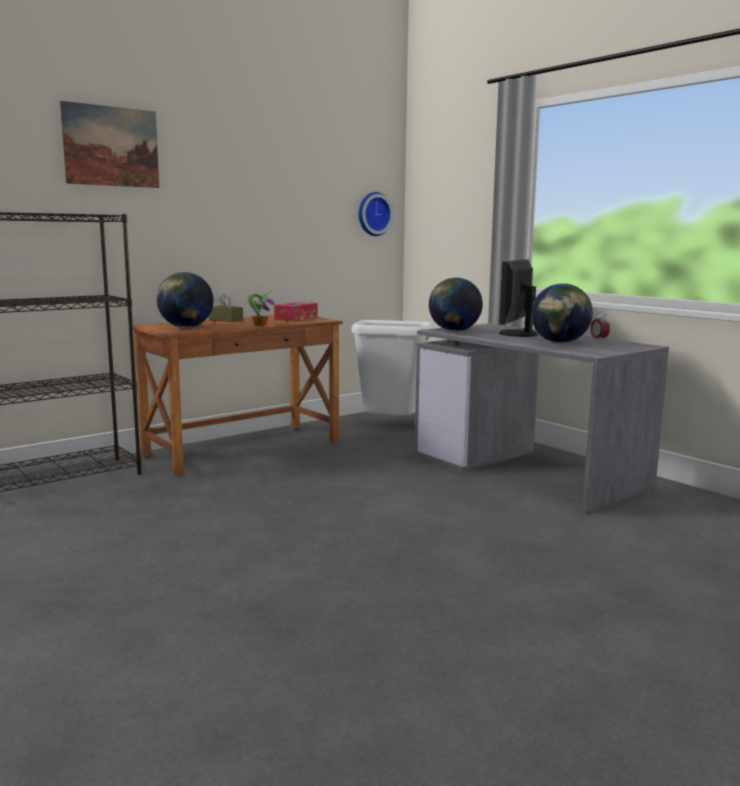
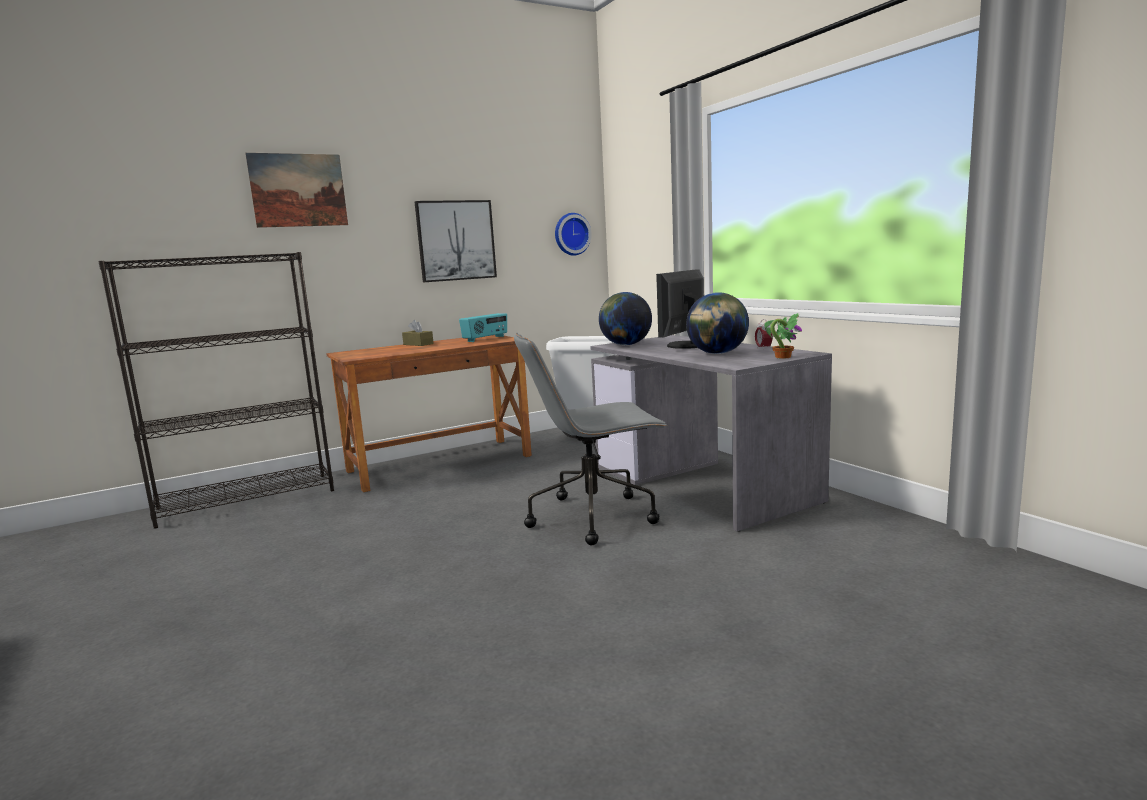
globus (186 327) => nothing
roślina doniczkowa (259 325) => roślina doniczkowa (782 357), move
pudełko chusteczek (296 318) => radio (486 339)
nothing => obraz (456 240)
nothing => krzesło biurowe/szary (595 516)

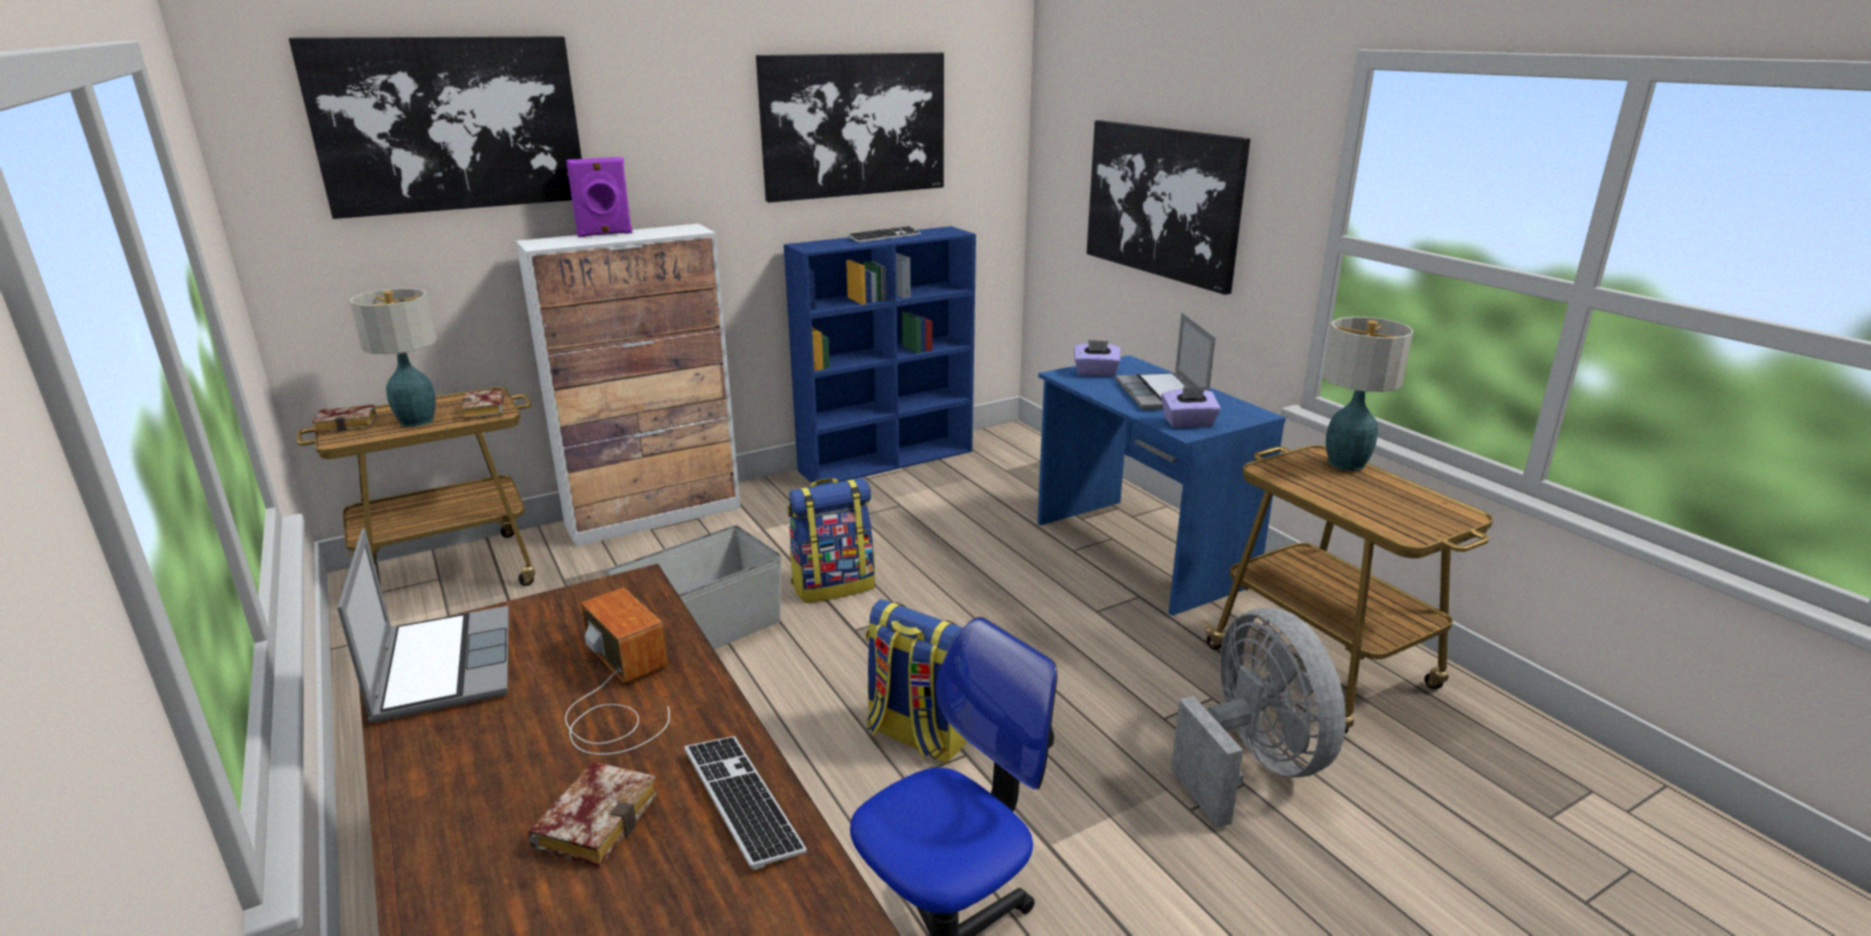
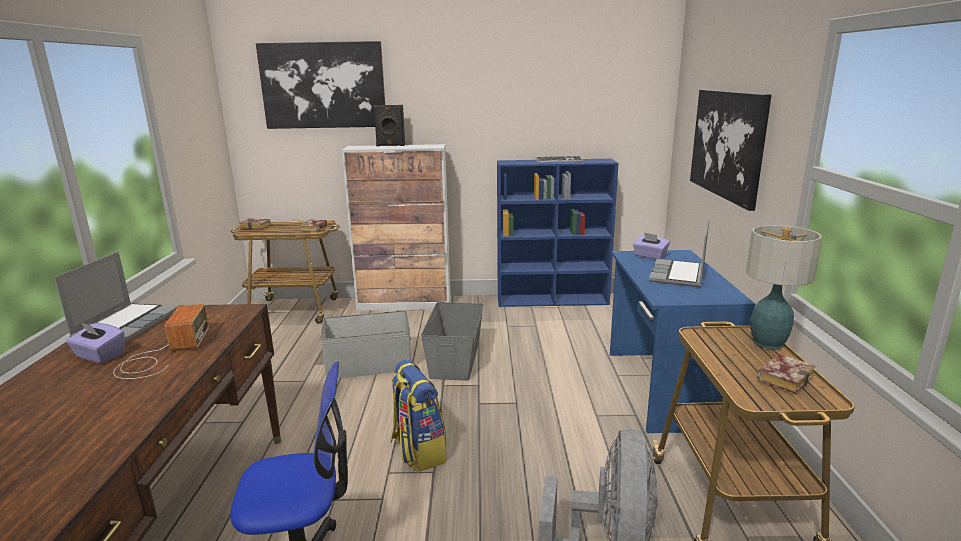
lampa stołowa (417 421) => nothing
książka (597 818) => książka (784 377), move
głośnik/fioletowy (605 234) => głośnik/czarny (390 145)
klawiatura (742 801) => nothing
obraz (854 125) => nothing
plecak (833 585) => pojemnik do przechowywania/szary (456 359)
pudełko chusteczek/fioletowy (1188 423) => pudełko chusteczek/fioletowy (99 356), move

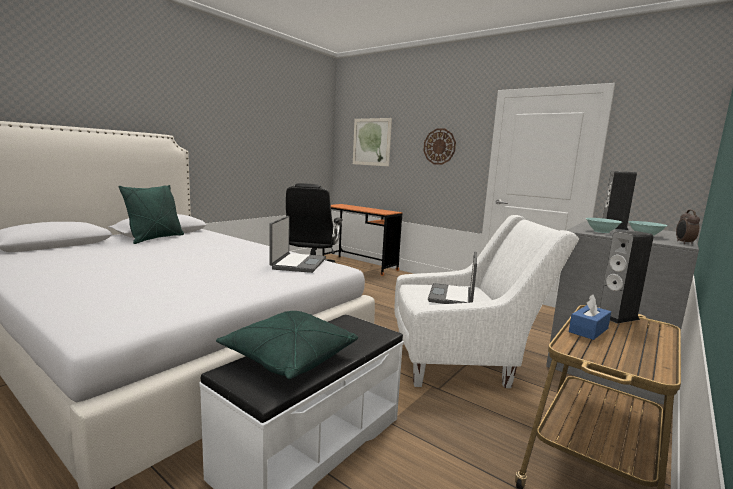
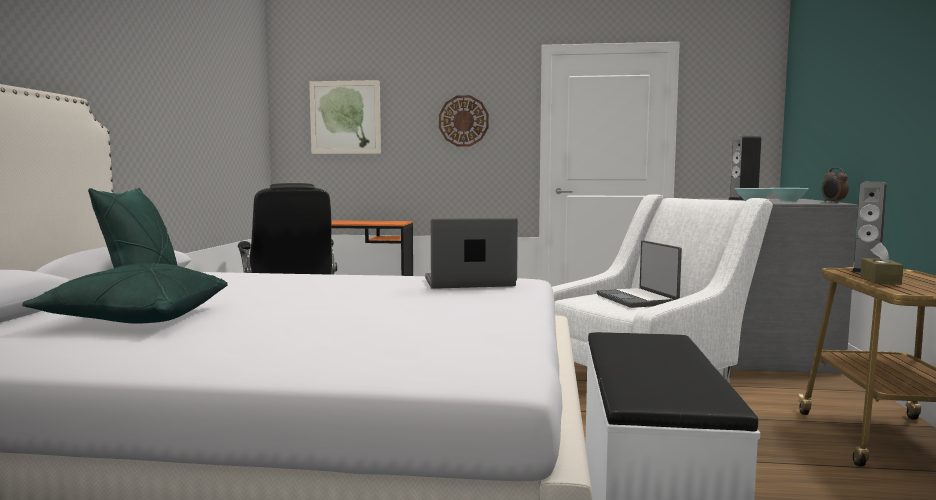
poduszka/zielony (288 358) => poduszka/zielony (136 319), move
laptop (298 264) => laptop (469 283), 75 degrees counterclockwise
pudełko chusteczek/niebieski (588 330) => pudełko chusteczek/brązowy (880 280)

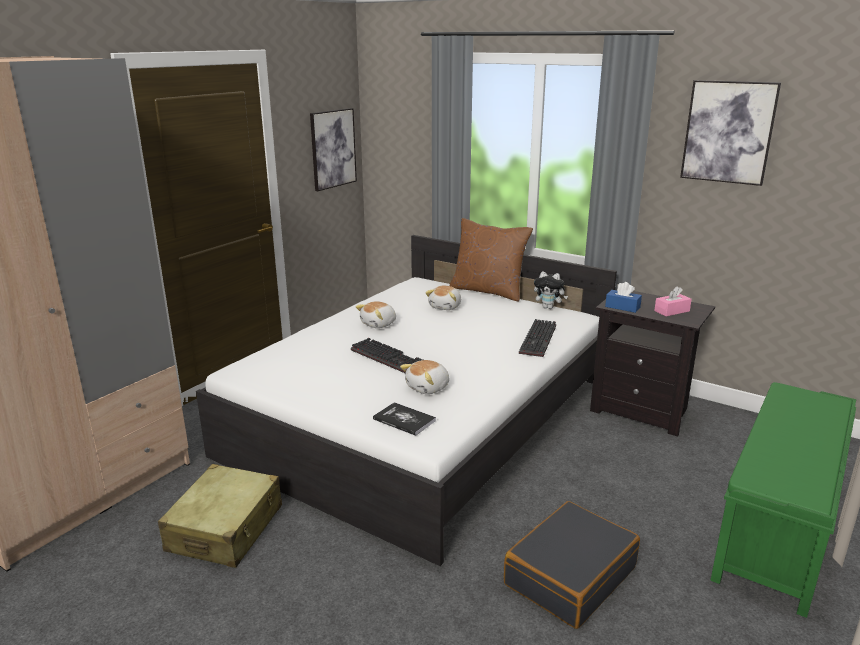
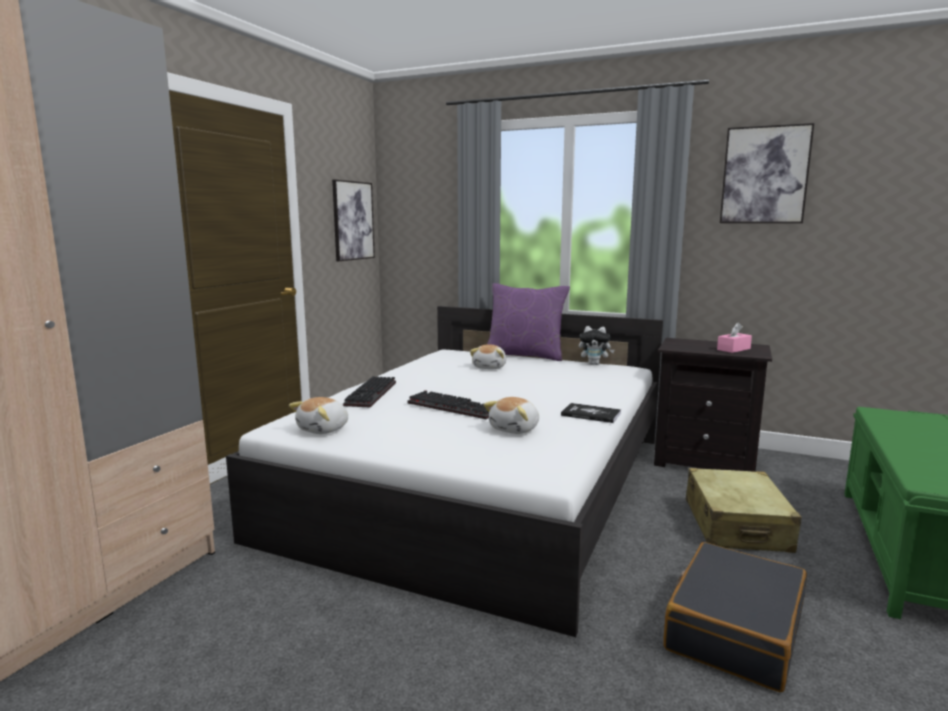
walizka/beżowy (226 529) => walizka/beżowy (736 526), move
pluszak (379 324) => pluszak (324 429), move
książka (404 420) => książka (591 414), move
poduszka/brązowy (488 291) => poduszka/fioletowy (525 355)
klawiatura (539 340) => klawiatura (372 394), move
pudełko chusteczek/niebieski (622 307) => nothing

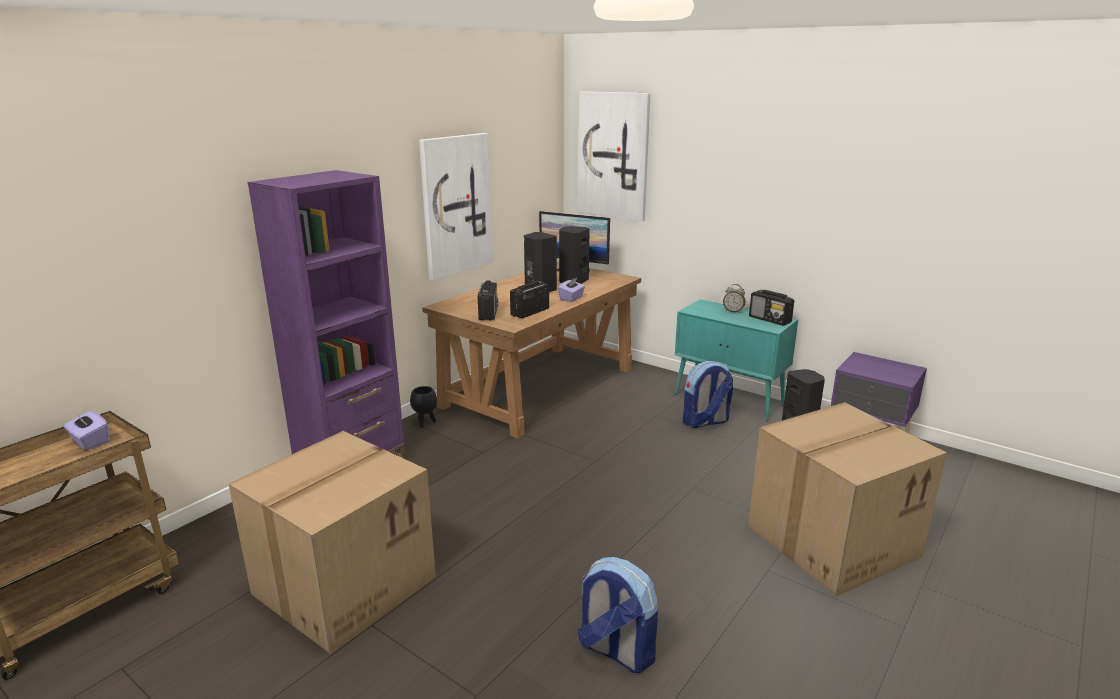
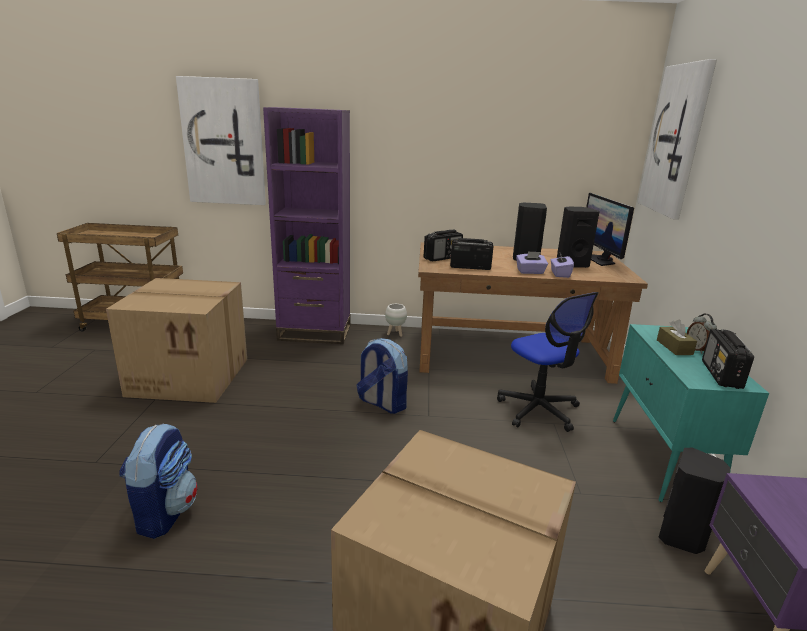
pudełko chusteczek/fioletowy (90 442) => pudełko chusteczek/fioletowy (559 274), move
donica/czarny (425 423) => donica/biały (395 334)
obraz (456 205) => obraz (223 142), move
plecak (705 422) => plecak (382 403), move
nothing => krzesło biurowe (538 410)
nothing => pudełko chusteczek/brązowy (674 347)

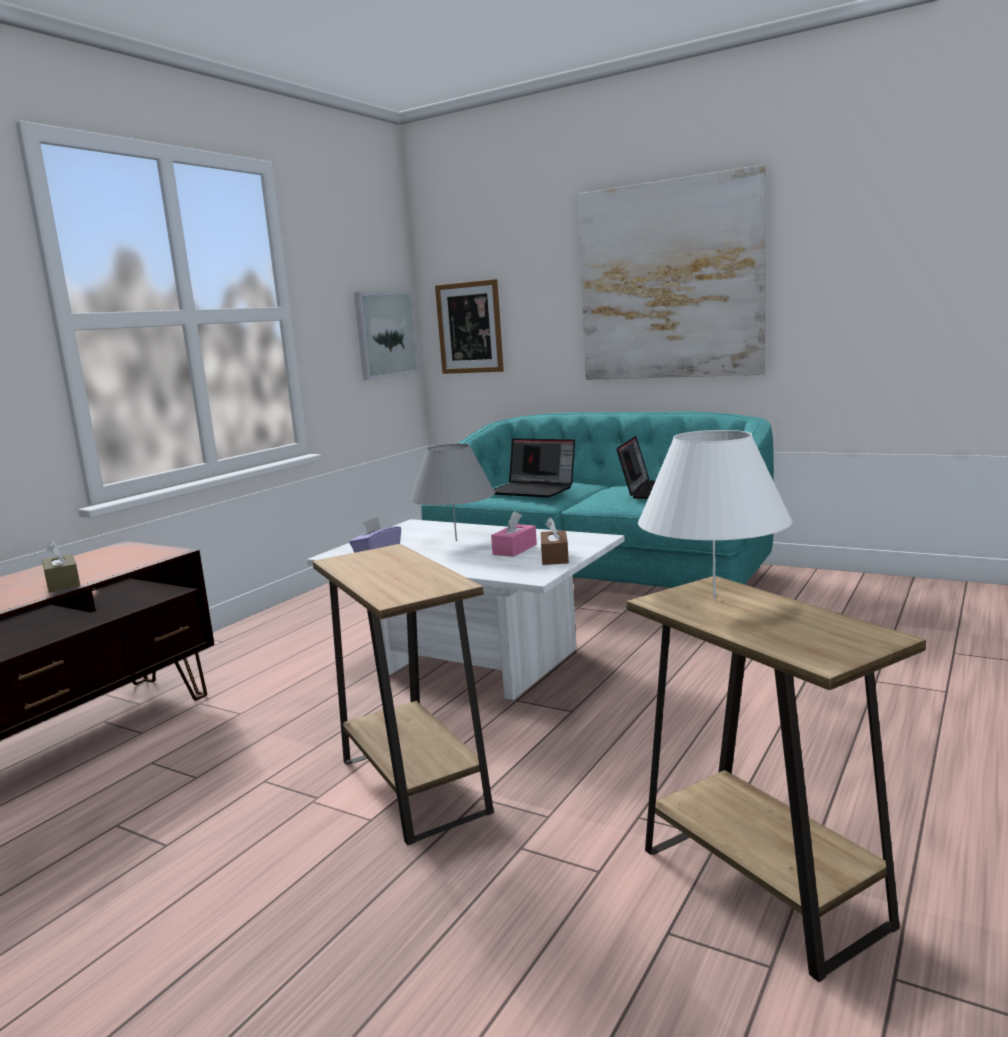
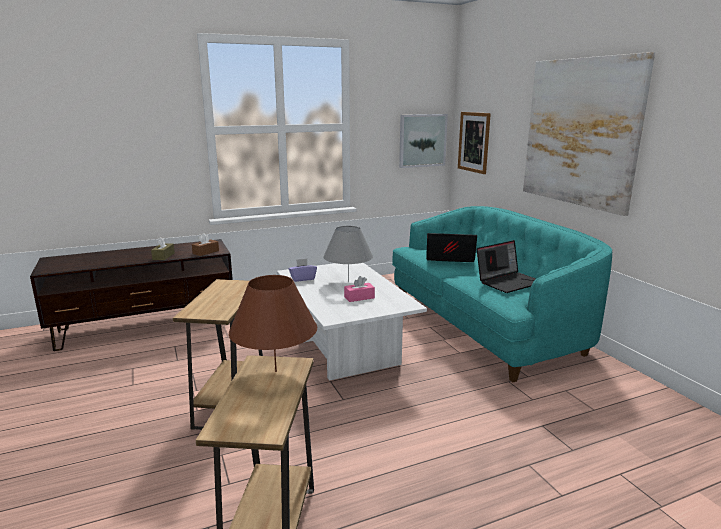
laptop (533 490) => laptop (449 258), 120 degrees clockwise
pudełko chusteczek/brązowy (554 557) => pudełko chusteczek/brązowy (206 252), move
lampa stołowa/biały (714 598) => lampa stołowa/brązowy (275 371)

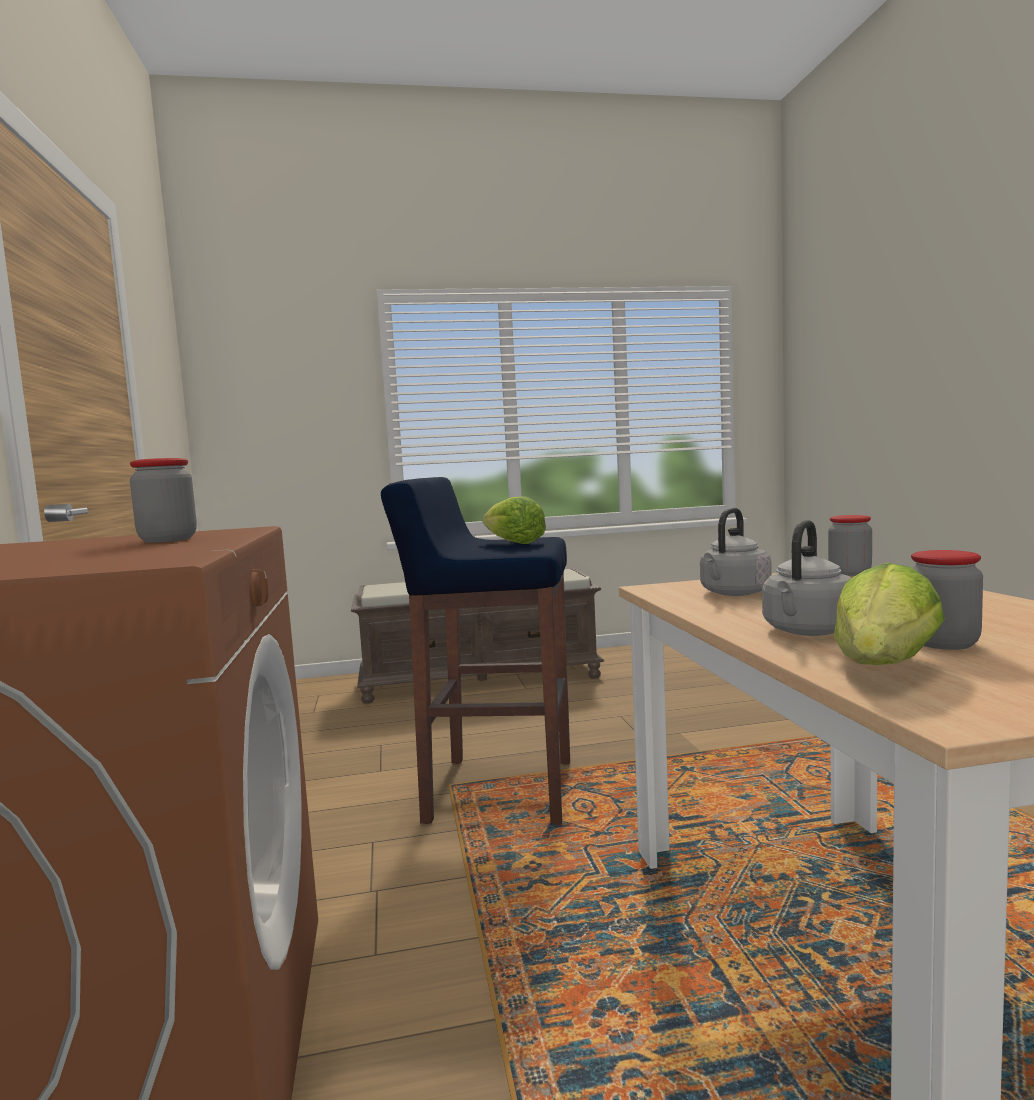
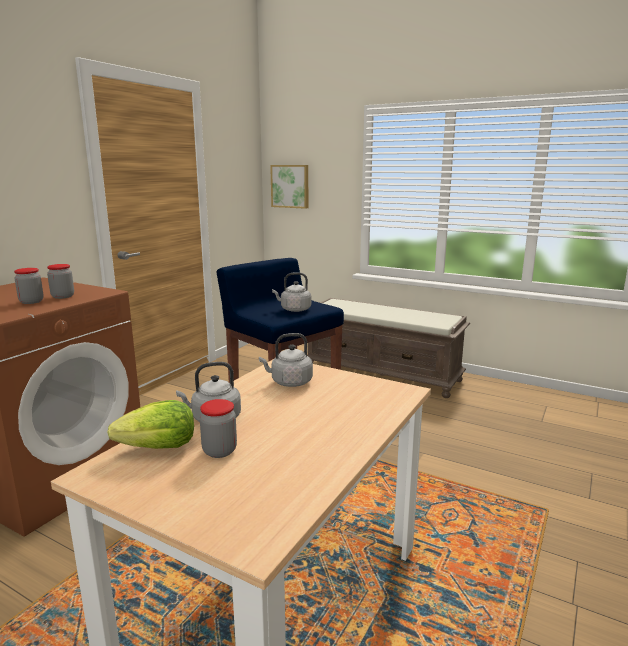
sałata (514 543) => czajnik/szary (294 309)
słoik (849 573) => słoik (31 301), move
nothing => obraz (290 186)

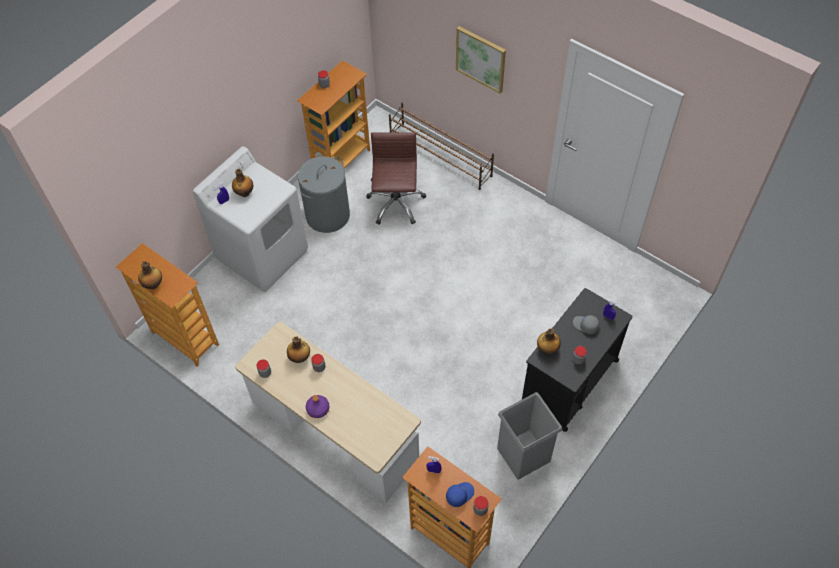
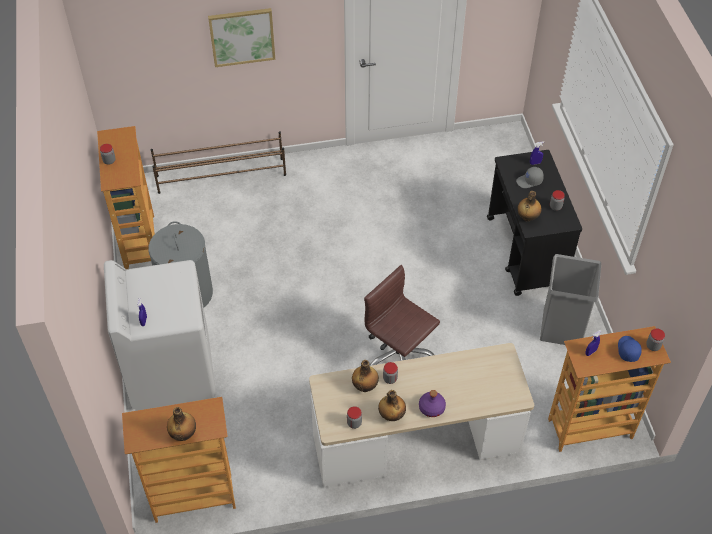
butelka (244 192) => butelka (391 415), move
krzesło biurowe/brązowy (395 204) => krzesło biurowe/brązowy (398 358), move

